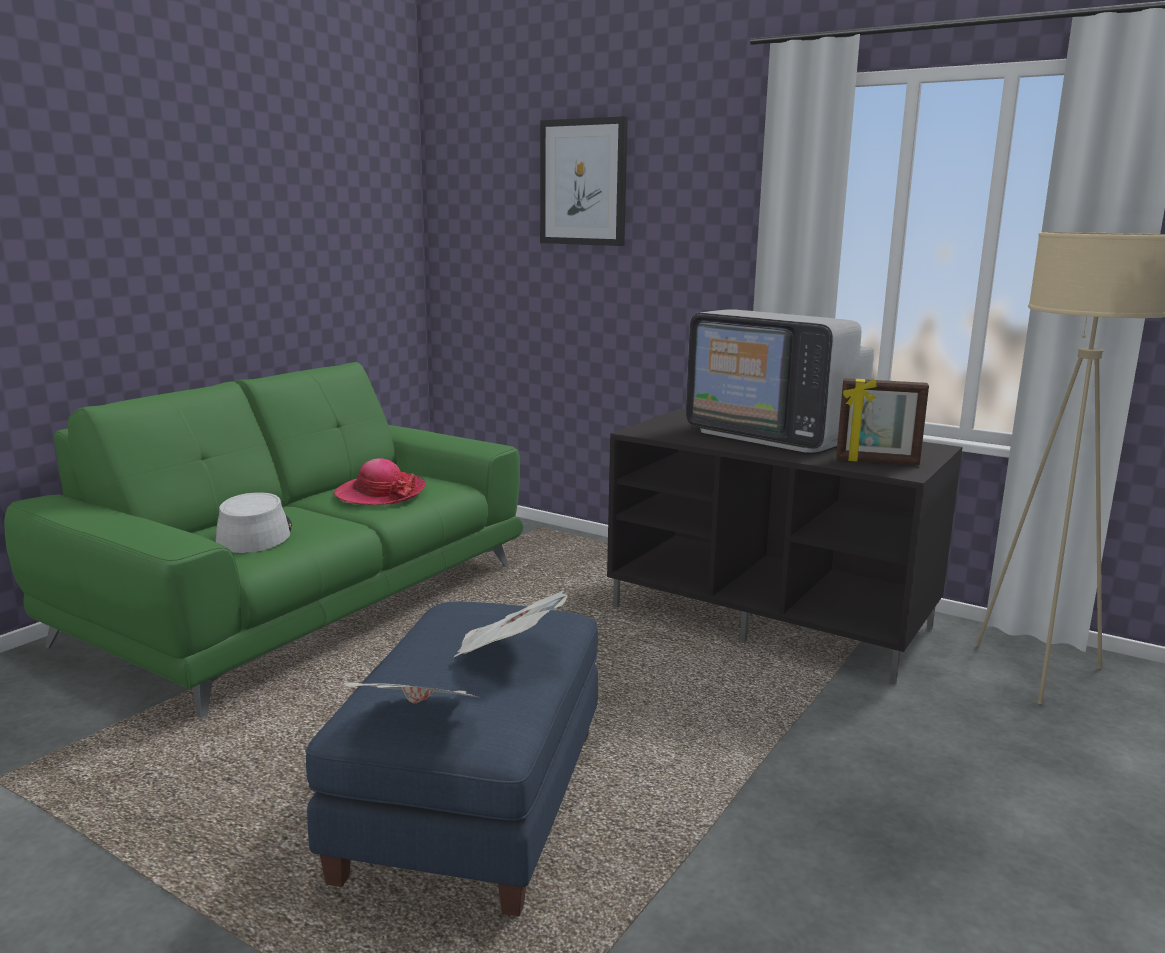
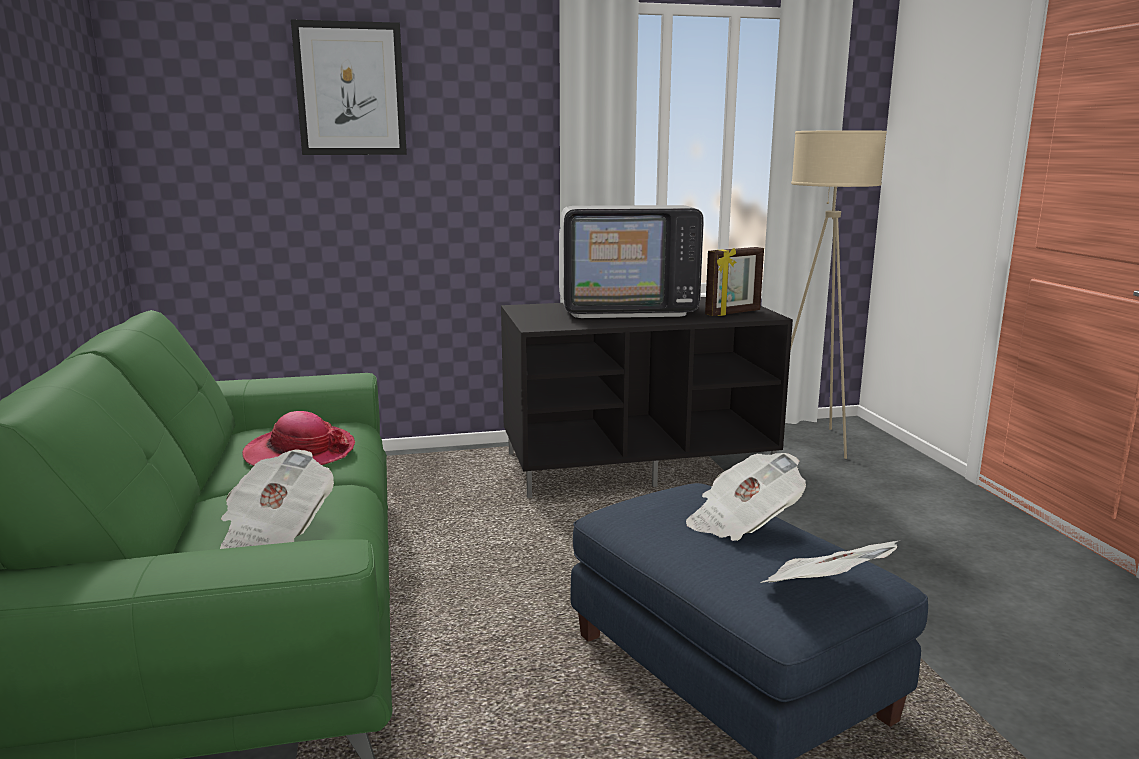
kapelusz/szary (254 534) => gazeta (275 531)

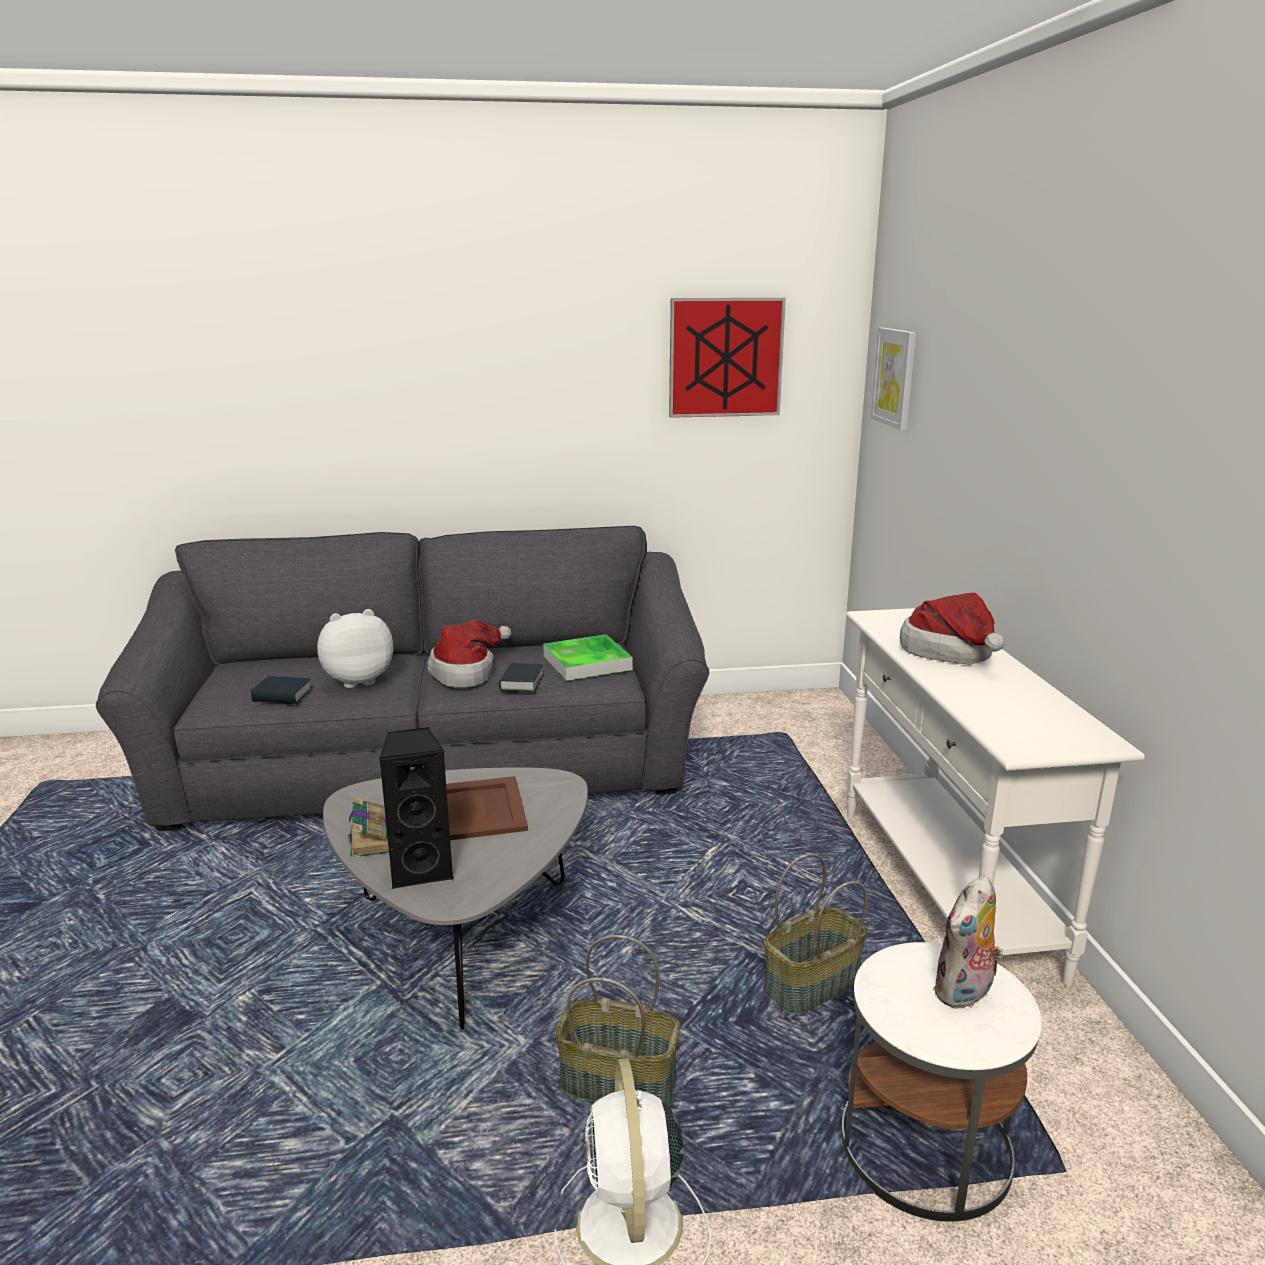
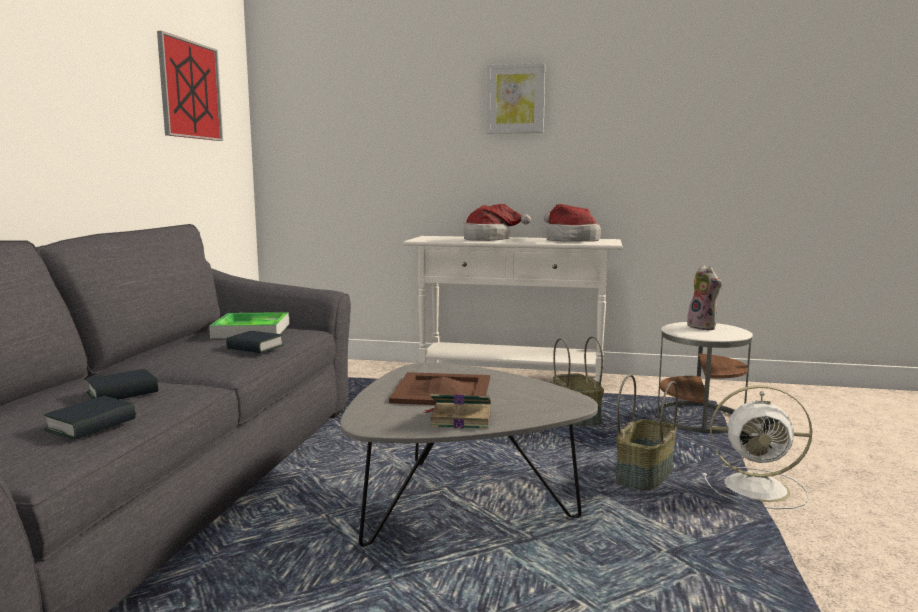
pluszak (357 680) => książka (123 393)
głośnik/czarny (422 869) => nothing
kapelusz (467 672) => kapelusz (569 240), move
obraz (895 377) => obraz (515 99), move

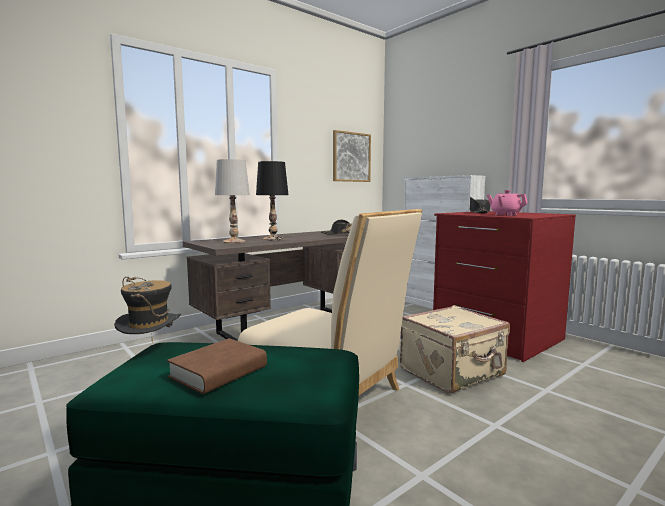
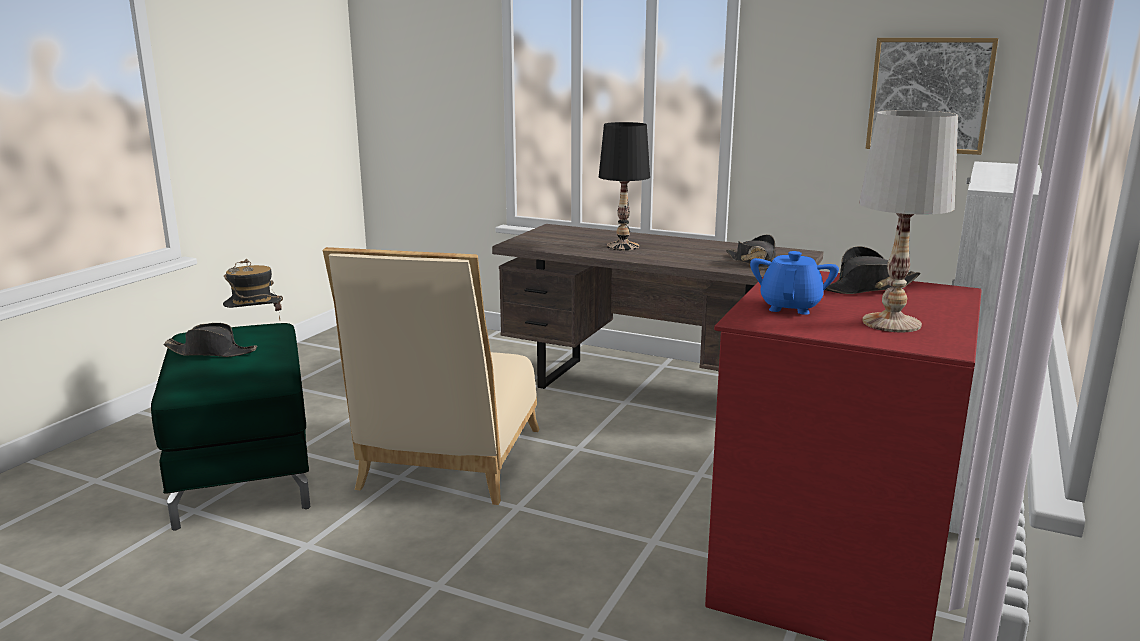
książka/brązowy (218 372) => kapelusz/czarny (212 352)
lampa stołowa/biały (234 241) => lampa stołowa/biały (891 323), move
walizka/beżowy (453 373) => nothing
imbryk/różowy (505 215) => imbryk/niebieski (790 307)

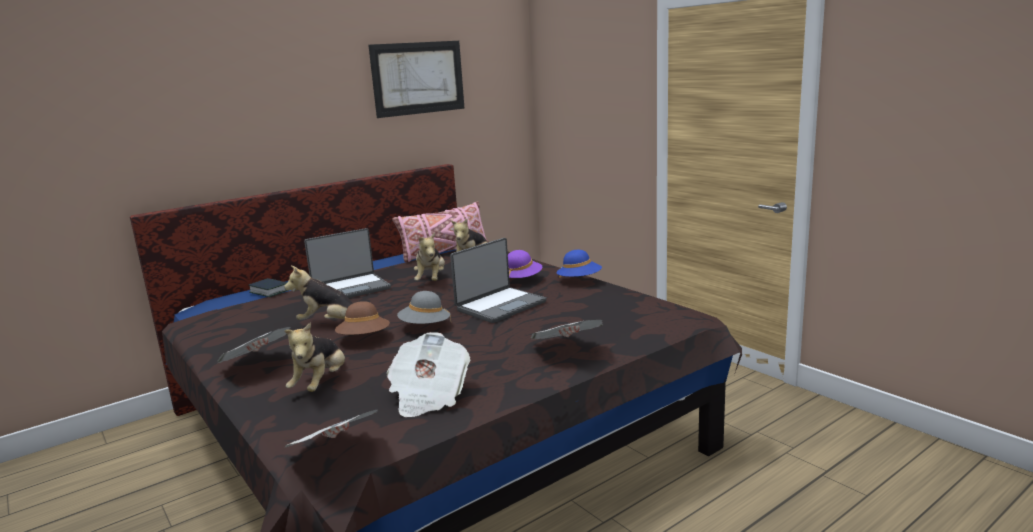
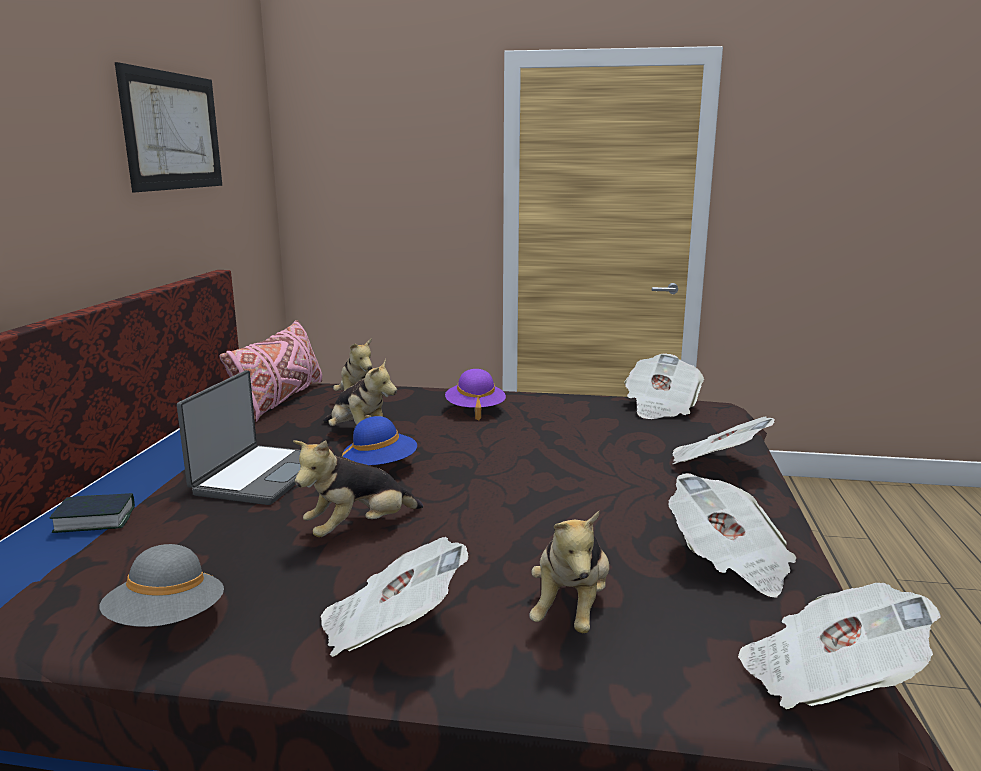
pluszak (321 384) => pluszak (571 609), 45 degrees clockwise
kapelusz/brązowy (364 339) => nothing
kapelusz/szary (425 327) => kapelusz/szary (167 621), move
laptop (500 306) => nothing
kapelusz/niebieski (579 280) => kapelusz/niebieski (381 467), move
nothing => gazeta (660 407)

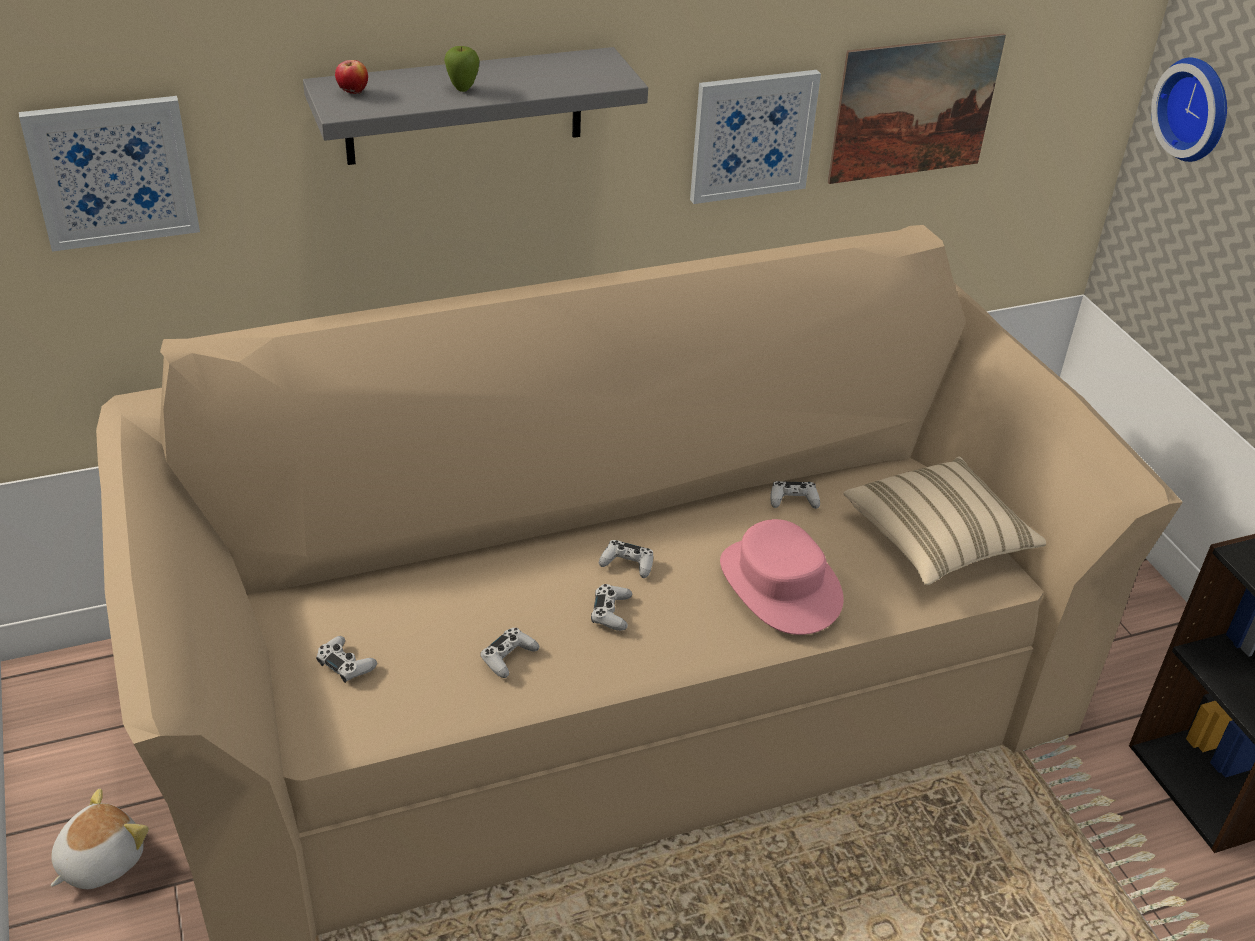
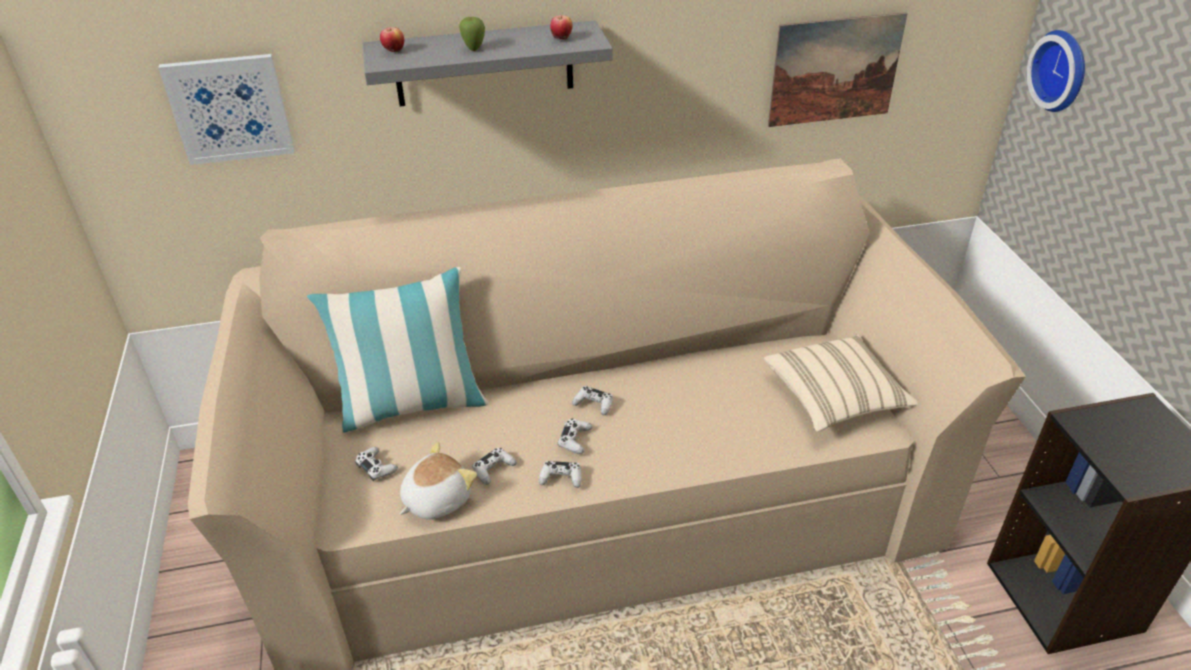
pluszak (99 861) => pluszak (436 499), move
obraz (752 135) => nothing
kapelusz/różowy (779 585) => nothing
pad do gier/biały (793 500) => pad do gier/biały (561 478), move
nothing => poduszka (412 405)
nothing => jabłko (561 39)

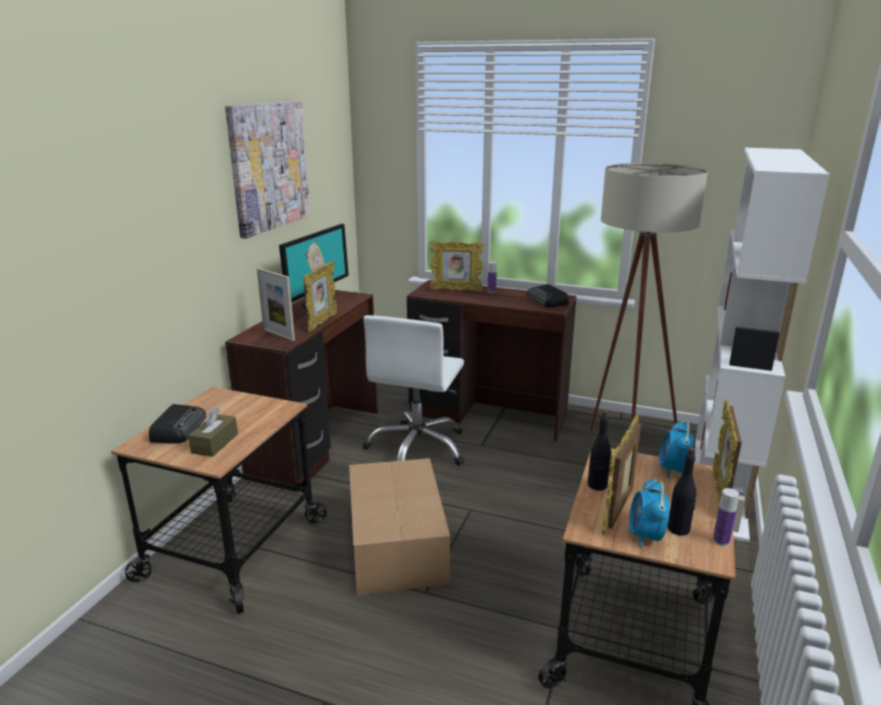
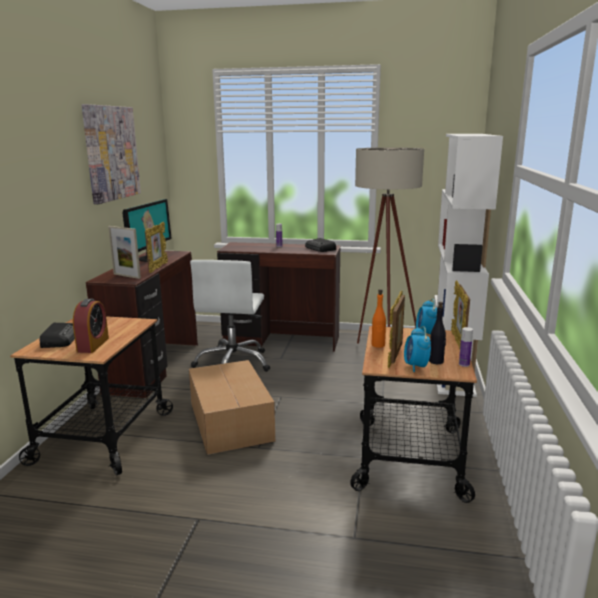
pudełko chusteczek/brązowy (215 443) => budzik (93 345)
ramka na zdjęcie (456 290) => nothing
butelka/czarny (597 485) => butelka/pomarańczowy (378 345)

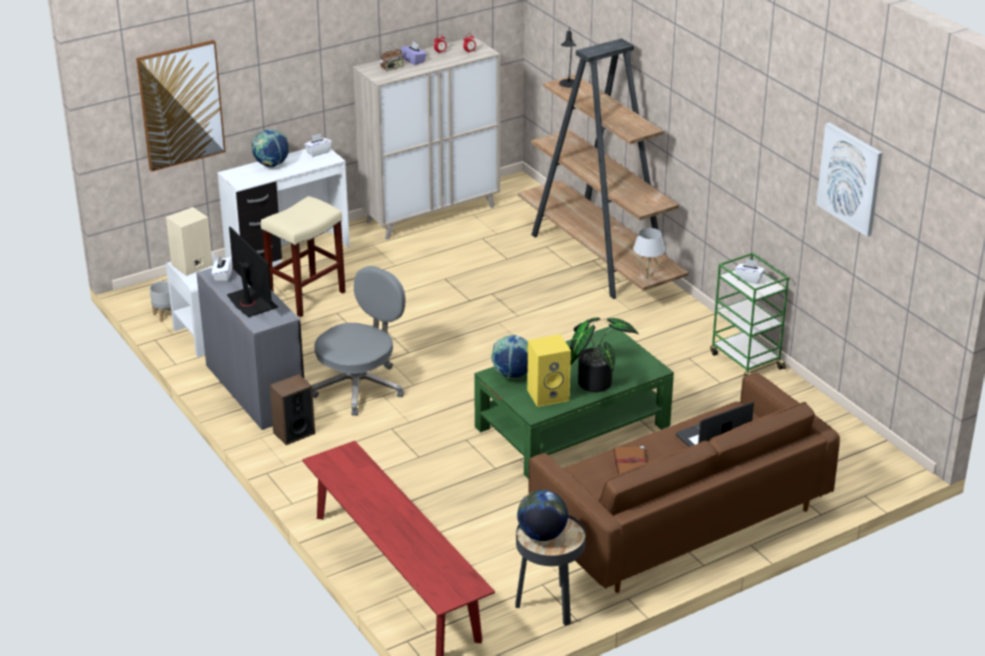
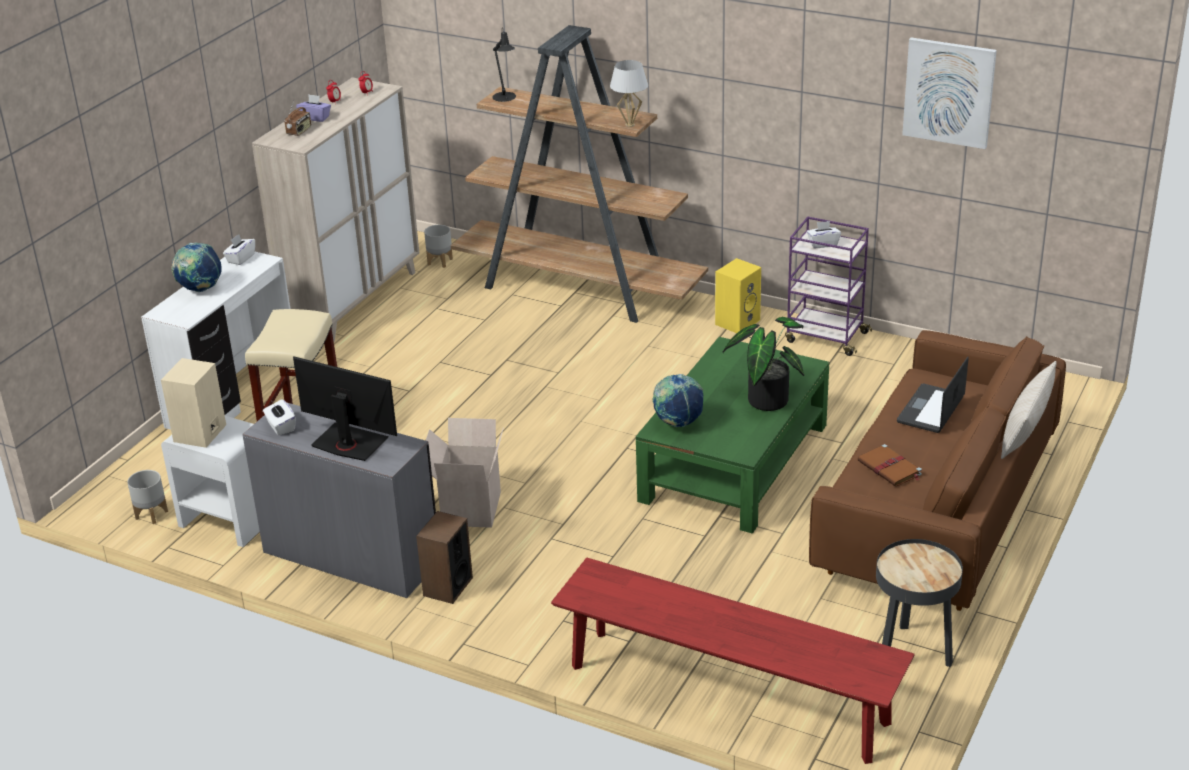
obraz (181 105) => nothing
krzesło biurowe/szary (360 387) => karton (469 508)
globus (542 535) => nothing
głośnik/żółty (548 394) => głośnik/żółty (737 321), move
lampa stołowa/biały (647 279) => lampa stołowa/biały (630 125), move
wózek/zielony (745 360) => wózek/fioletowy (825 337)
nothing => donica/szary (440 261)
nothing => poduszka/beżowy (1025 431)

